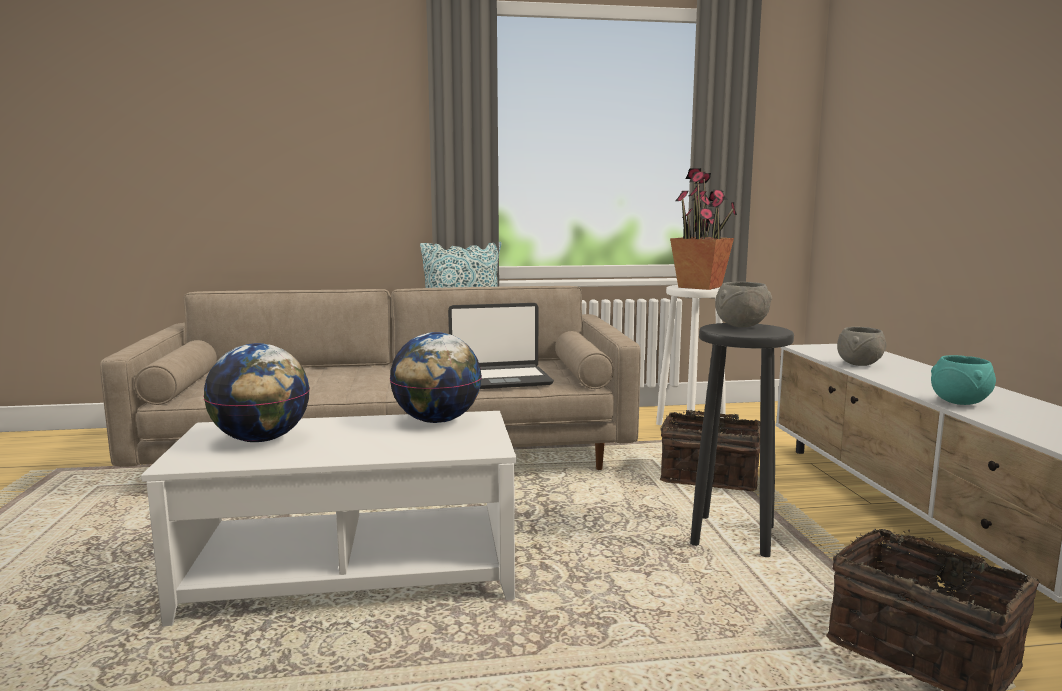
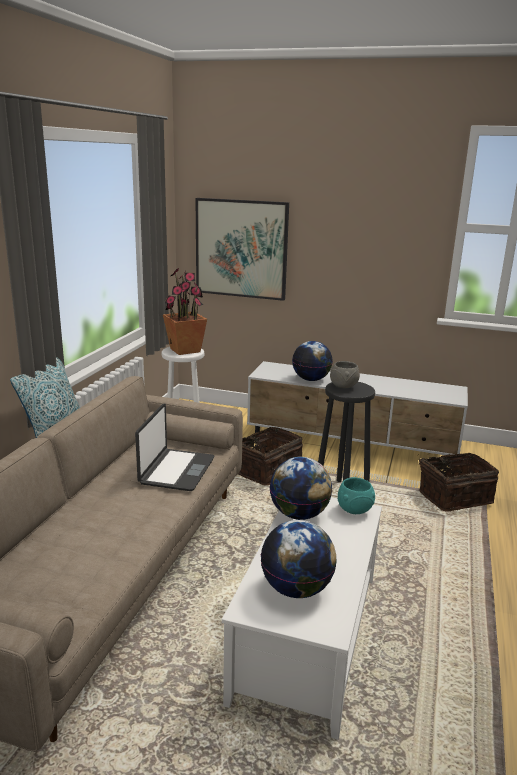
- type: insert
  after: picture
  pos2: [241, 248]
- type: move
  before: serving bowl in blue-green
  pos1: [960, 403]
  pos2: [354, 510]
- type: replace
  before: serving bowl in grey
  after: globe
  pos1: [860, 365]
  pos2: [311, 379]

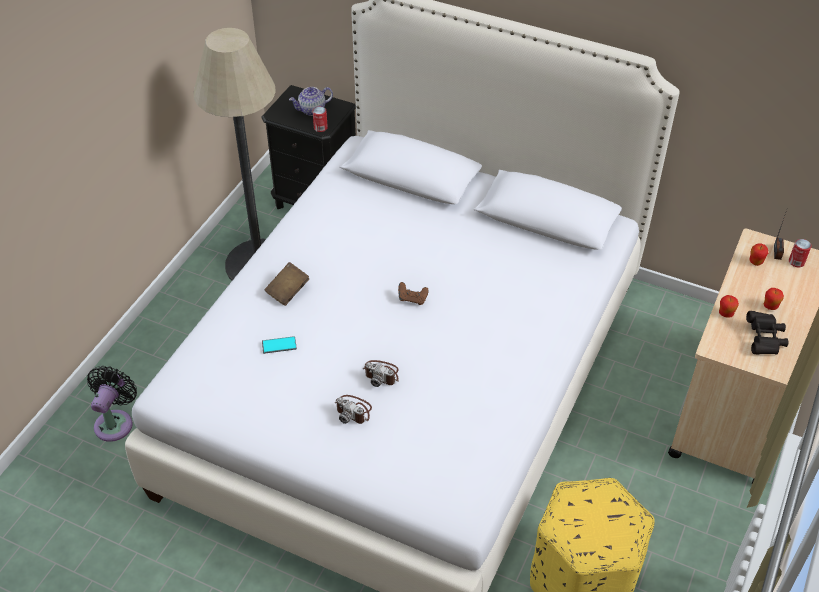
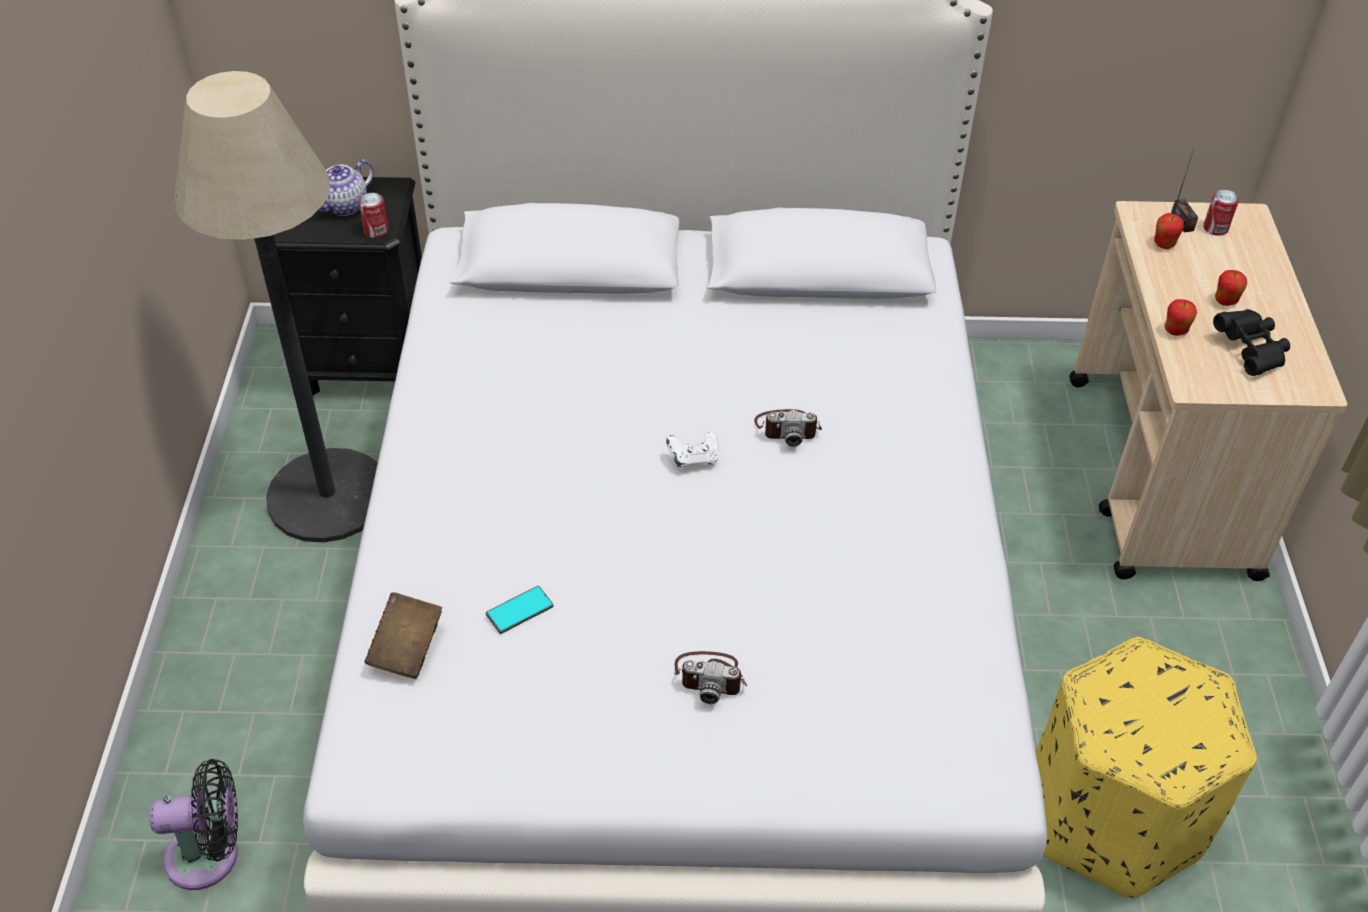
- type: move
  before: volume in brownish
  pos1: [288, 291]
  pos2: [407, 648]
- type: move
  before: still camera
  pos1: [382, 374]
  pos2: [787, 428]
- type: recolor
  before: gamepad in brownish
  after: gamepad in white-coloured
  pos1: [412, 299]
  pos2: [693, 459]
- type: rotate
  before: fan in black-coloured
  pos1: [115, 422]
  pos2: [210, 855]
  turn: 90

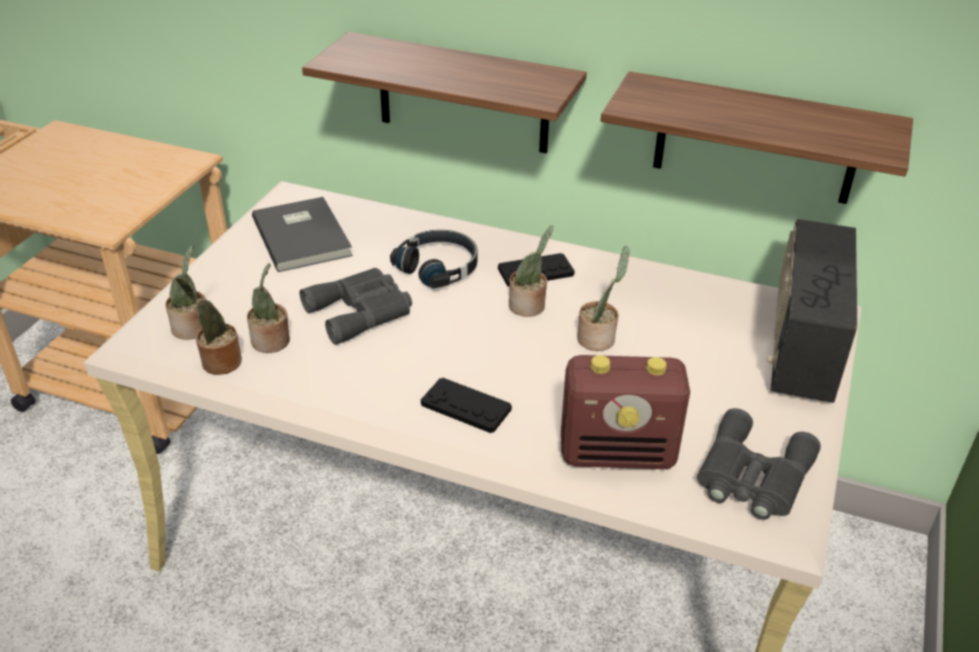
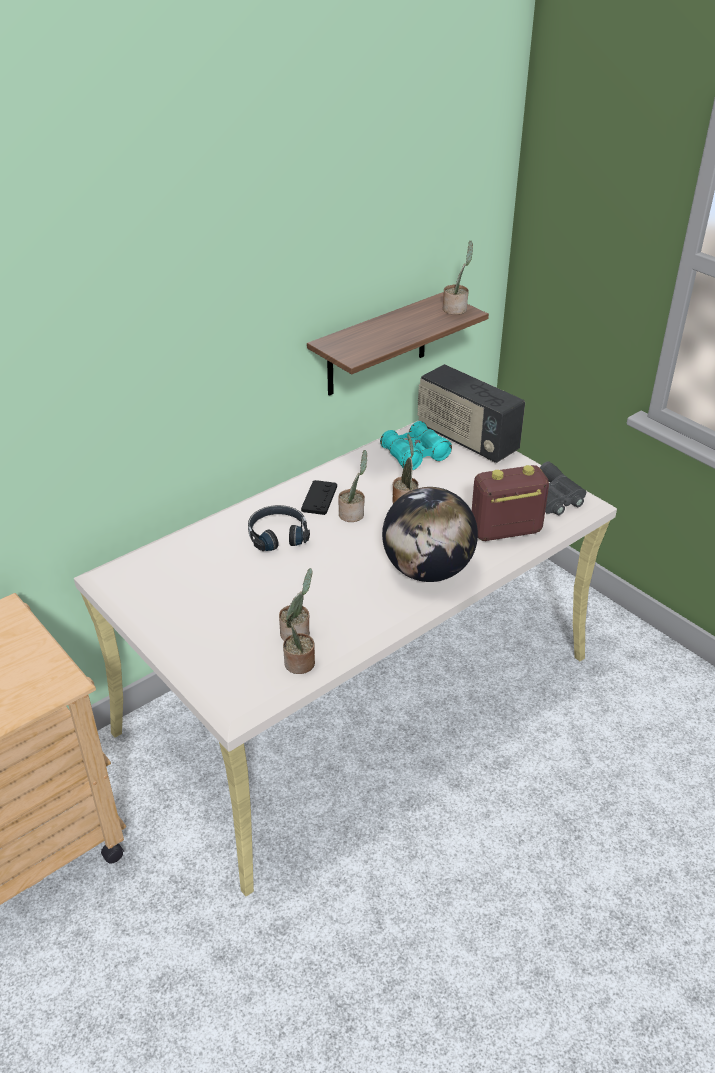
- type: delete
  before: volume in grey
  pos1: [304, 236]
- type: delete
  before: binoculars in grey
  pos1: [362, 311]
- type: delete
  before: bracket shelf
  pos1: [463, 94]
- type: insert
  after: binoculars in blue-green
  pos2: [415, 455]
- type: move
  before: plant in a pot
  pos1: [193, 329]
  pos2: [456, 309]
- type: replace
  before: gamepad in black-coloured
  after: globe
  pos1: [466, 406]
  pos2: [427, 571]
- type: rotate
  before: radio set
  pos1: [618, 454]
  pos2: [505, 531]
  turn: -135

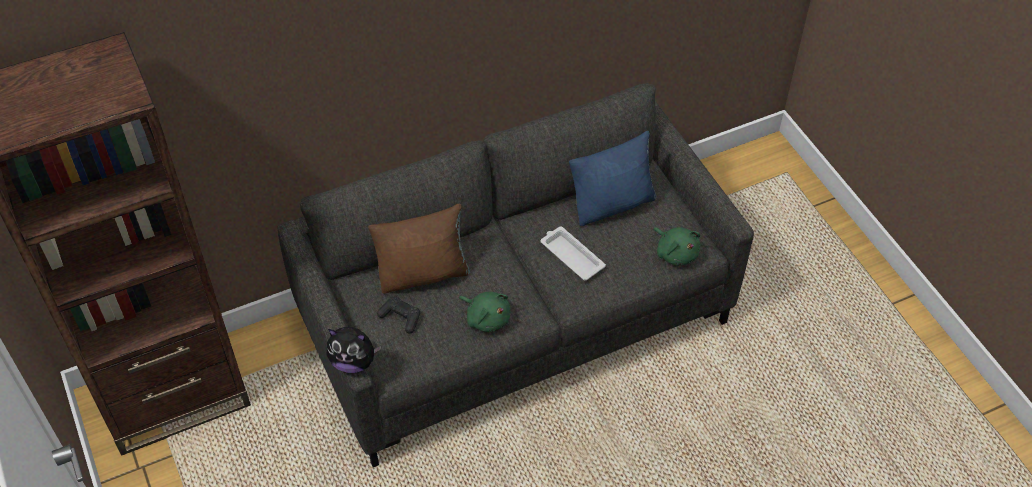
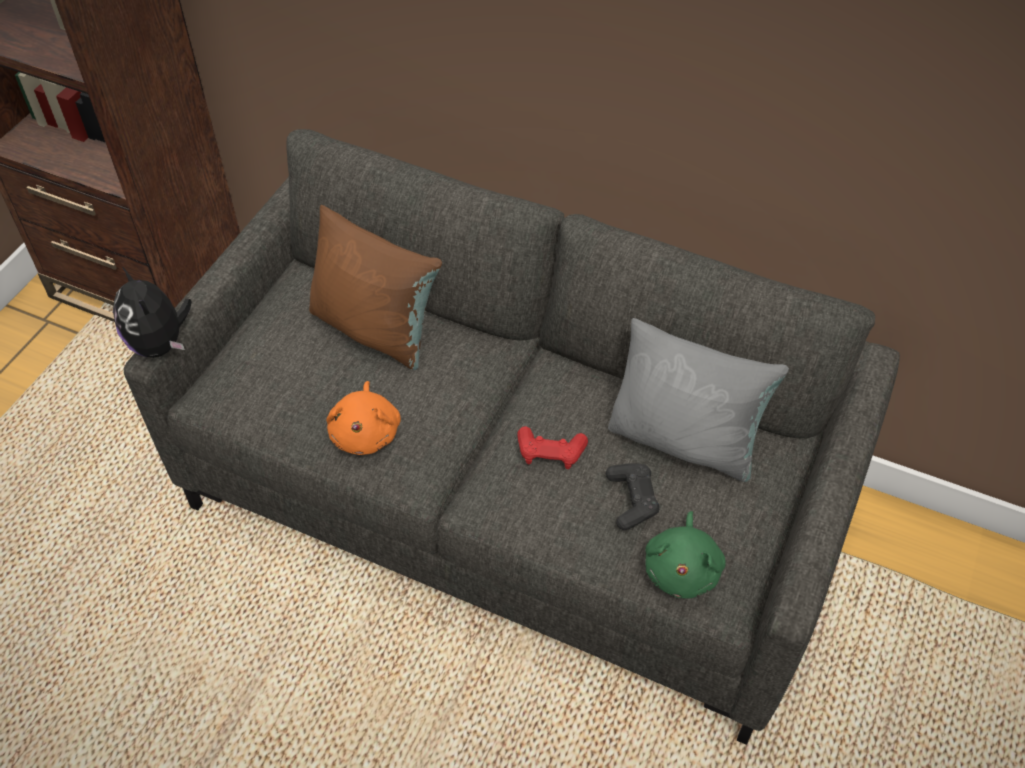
- type: move
  before: gamepad in black-coloured
  pos1: [401, 318]
  pos2: [632, 500]
- type: replace
  before: serving tray in white-coloured
  after: gamepad in reddish
  pos1: [571, 256]
  pos2: [550, 453]
- type: recolor
  before: plush toy in green
  after: plush toy in orange-coloured
  pos1: [486, 318]
  pos2: [366, 432]
- type: recolor
  before: throw pillow in bluish
  after: throw pillow in grey
  pos1: [613, 204]
  pos2: [684, 440]

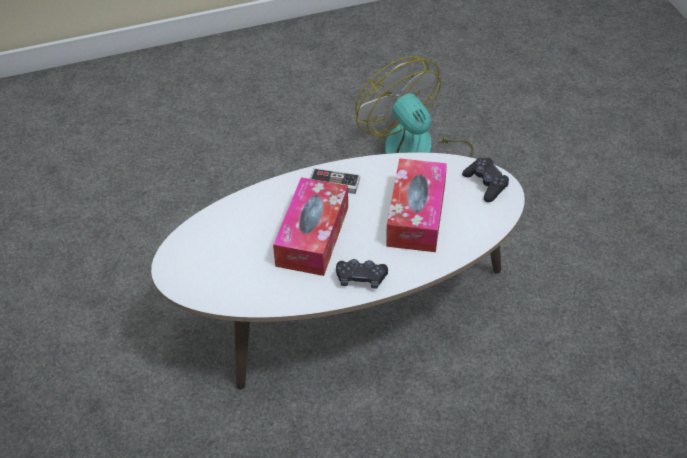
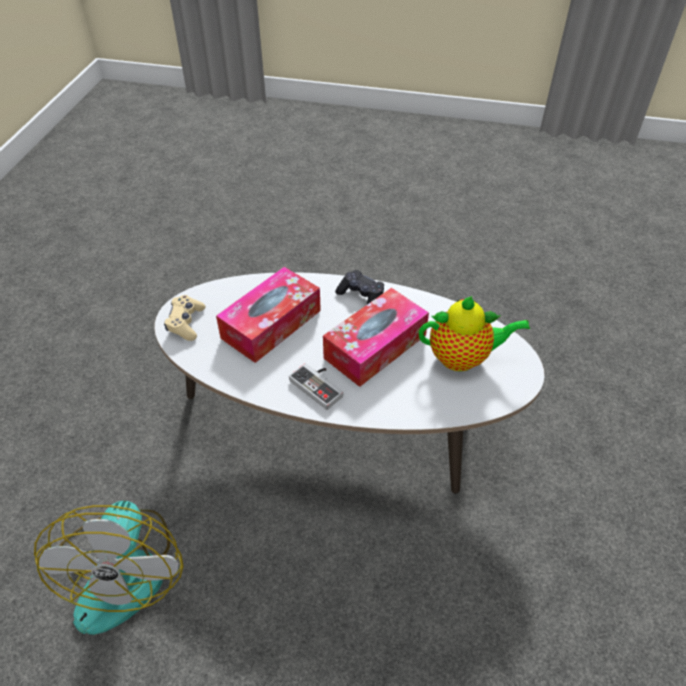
- type: insert
  after: teapot
  pos2: [463, 358]
- type: recolor
  before: gamepad in black-coloured
  after: gamepad in beige
  pos1: [486, 184]
  pos2: [186, 323]

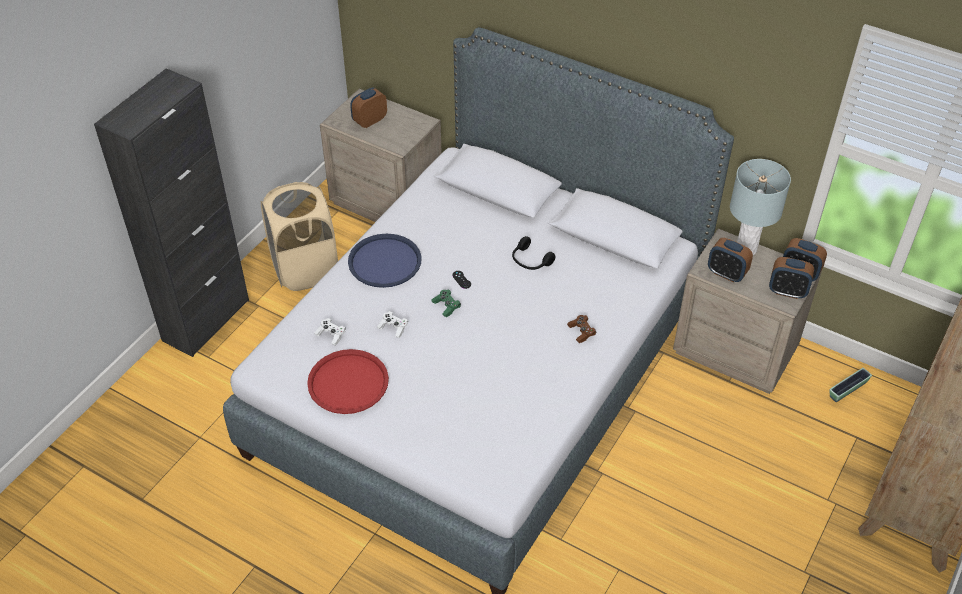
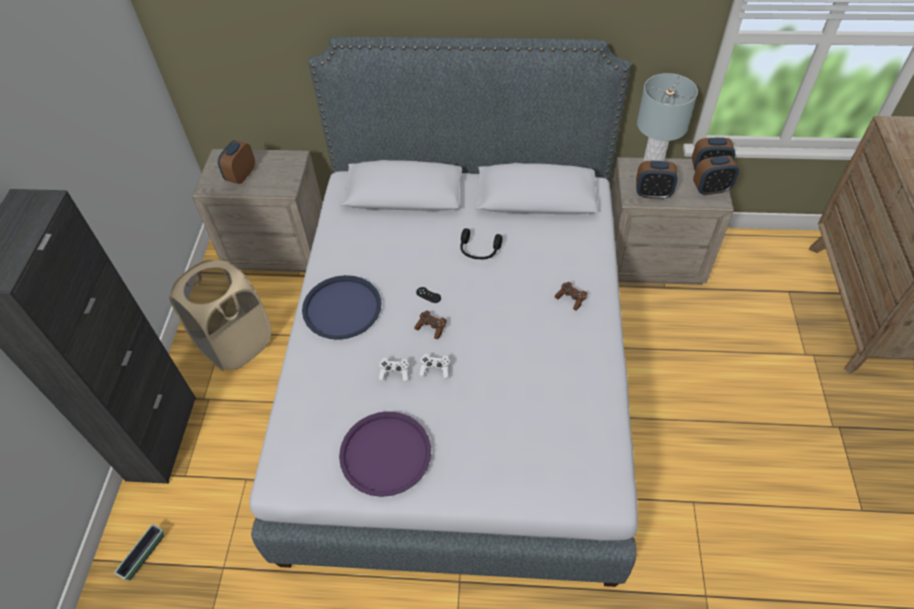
- type: move
  before: gamepad in white-coloured
  pos1: [331, 335]
  pos2: [435, 369]
- type: move
  before: plant pot
  pos1: [848, 389]
  pos2: [144, 555]
- type: recolor
  before: serving tray in reddish
  after: serving tray in purplish
  pos1: [348, 382]
  pos2: [385, 453]
- type: recolor
  before: gamepad in green
  after: gamepad in brownish
  pos1: [446, 306]
  pos2: [431, 328]

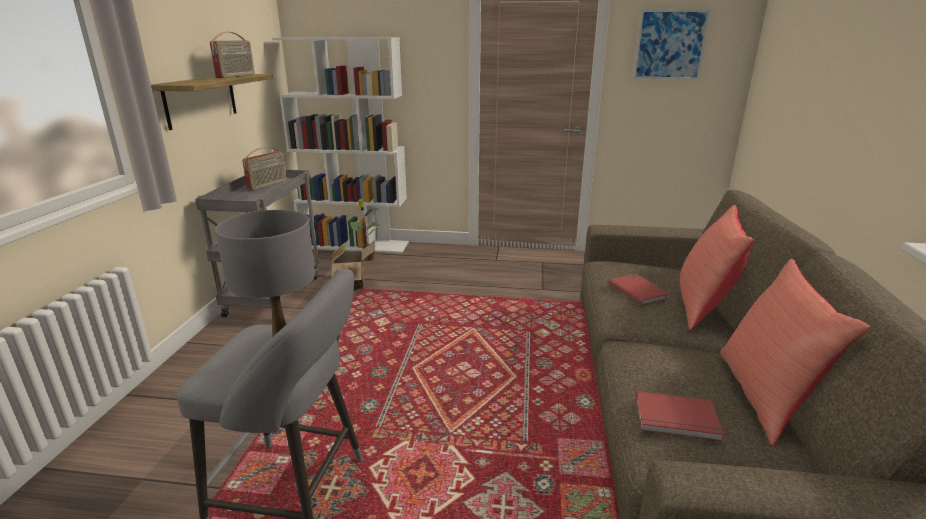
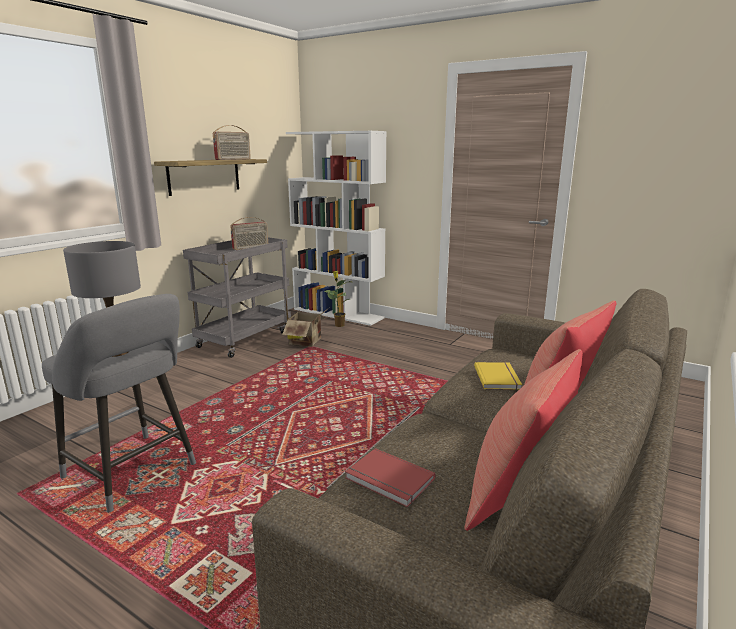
- type: delete
  before: picture
  pos1: [670, 45]
- type: recolor
  before: volume in reddish
  after: volume in yellow-coloured
  pos1: [639, 290]
  pos2: [498, 377]

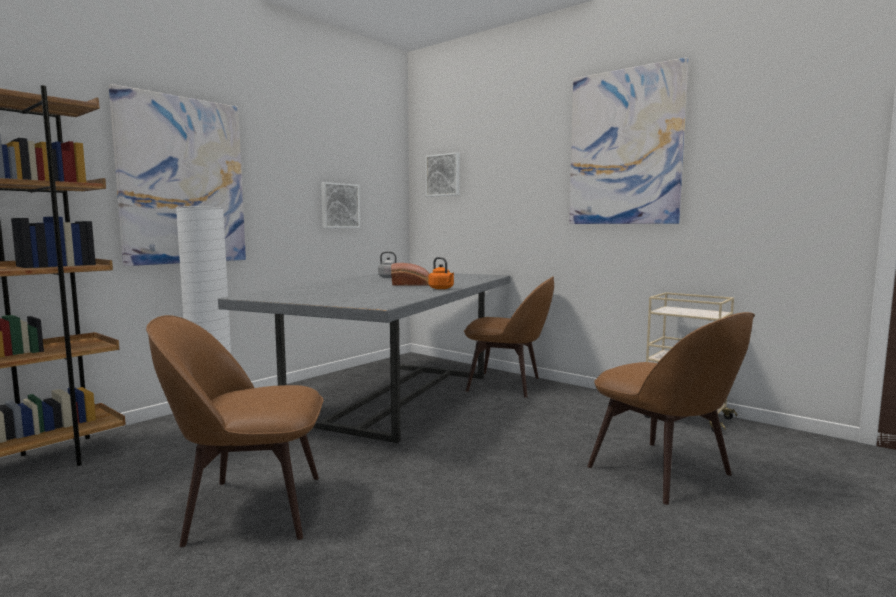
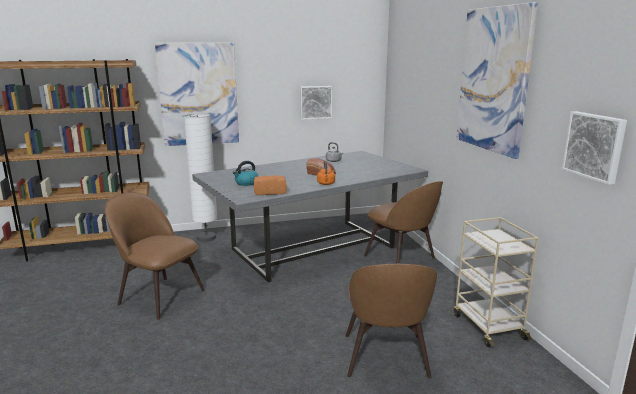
- type: insert
  after: tea kettle
  pos2: [246, 183]
- type: insert
  after: baked bread
  pos2: [269, 192]
- type: move
  before: picture
  pos1: [443, 175]
  pos2: [594, 146]

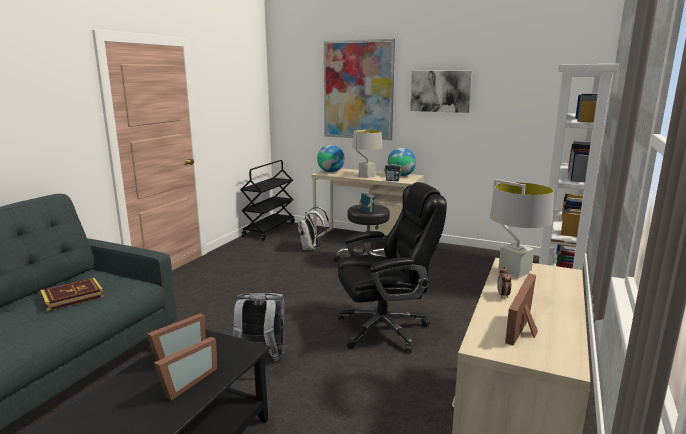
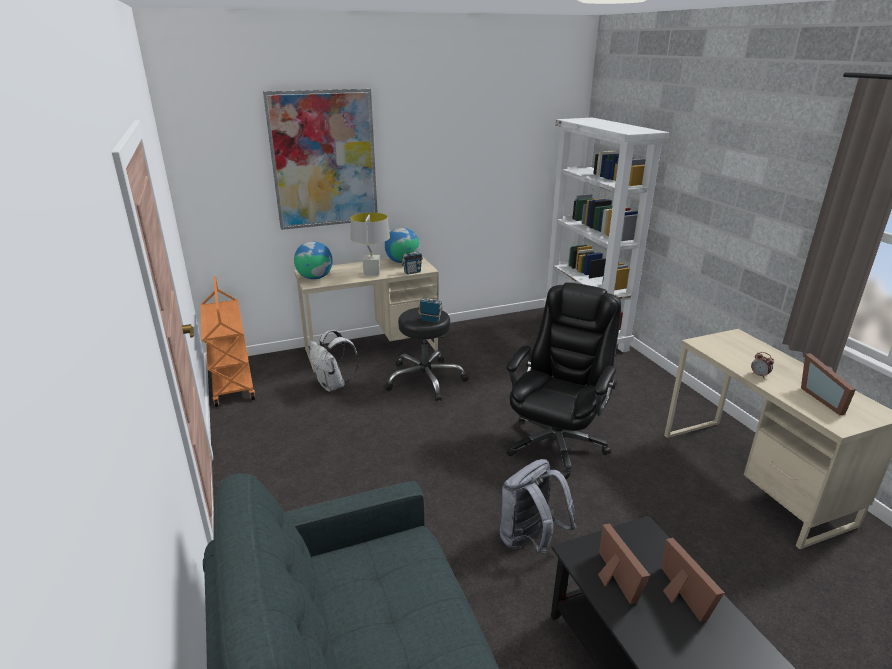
- type: delete
  before: volume
  pos1: [72, 297]
- type: delete
  before: picture
  pos1: [440, 91]
- type: delete
  before: tabletop lamp in grey
  pos1: [514, 272]
- type: recolor
  before: cart in black-coloured
  after: cart in orange-coloured
  pos1: [269, 230]
  pos2: [232, 381]

